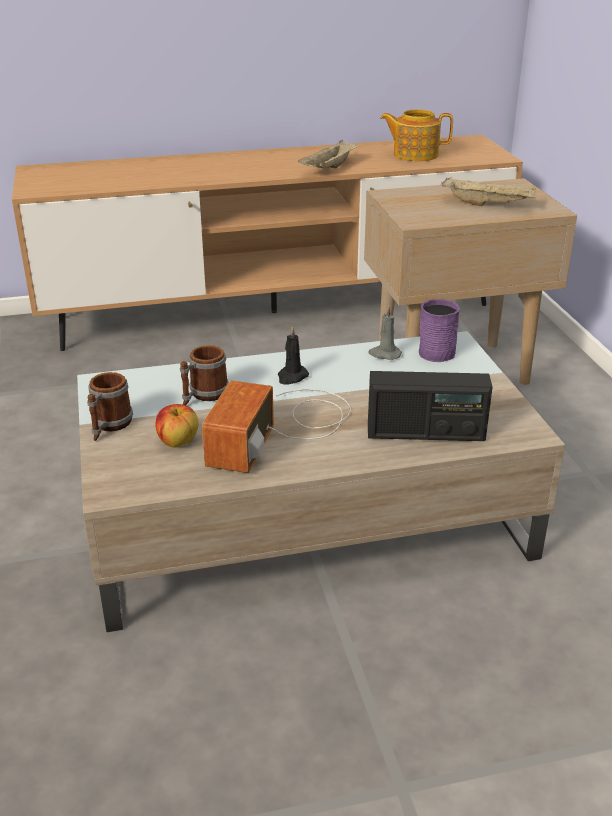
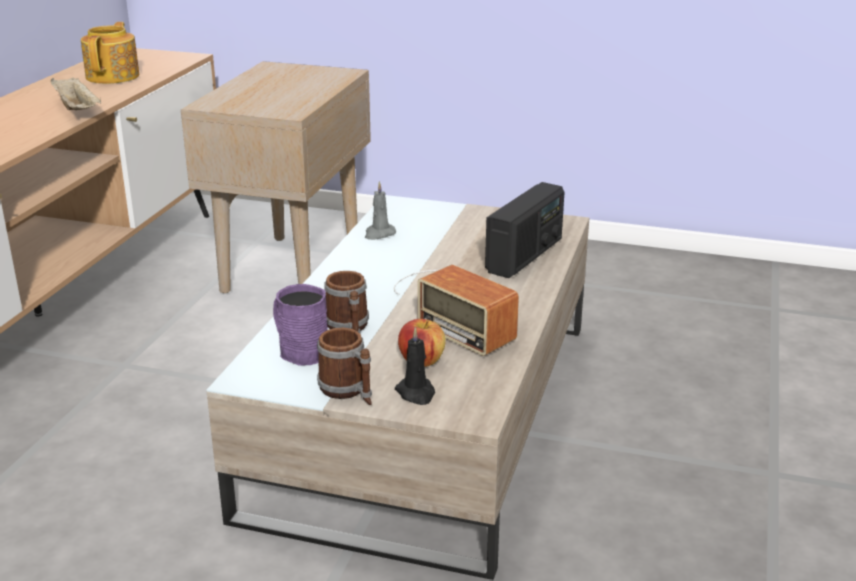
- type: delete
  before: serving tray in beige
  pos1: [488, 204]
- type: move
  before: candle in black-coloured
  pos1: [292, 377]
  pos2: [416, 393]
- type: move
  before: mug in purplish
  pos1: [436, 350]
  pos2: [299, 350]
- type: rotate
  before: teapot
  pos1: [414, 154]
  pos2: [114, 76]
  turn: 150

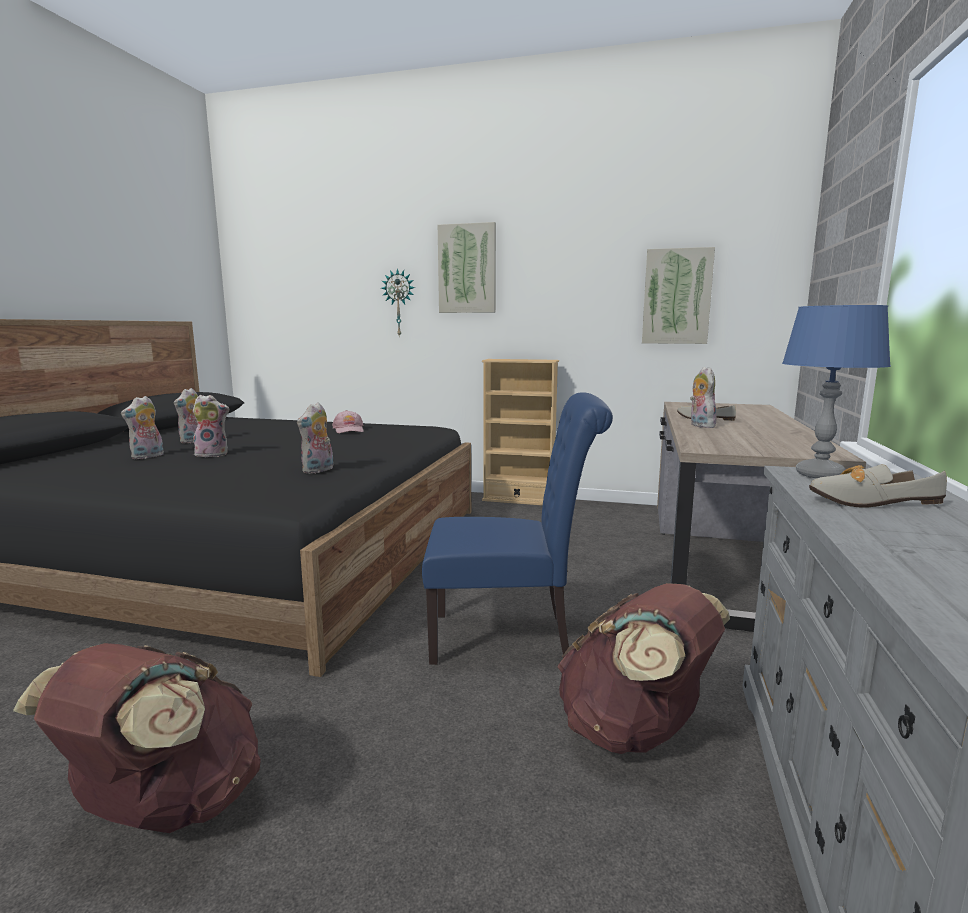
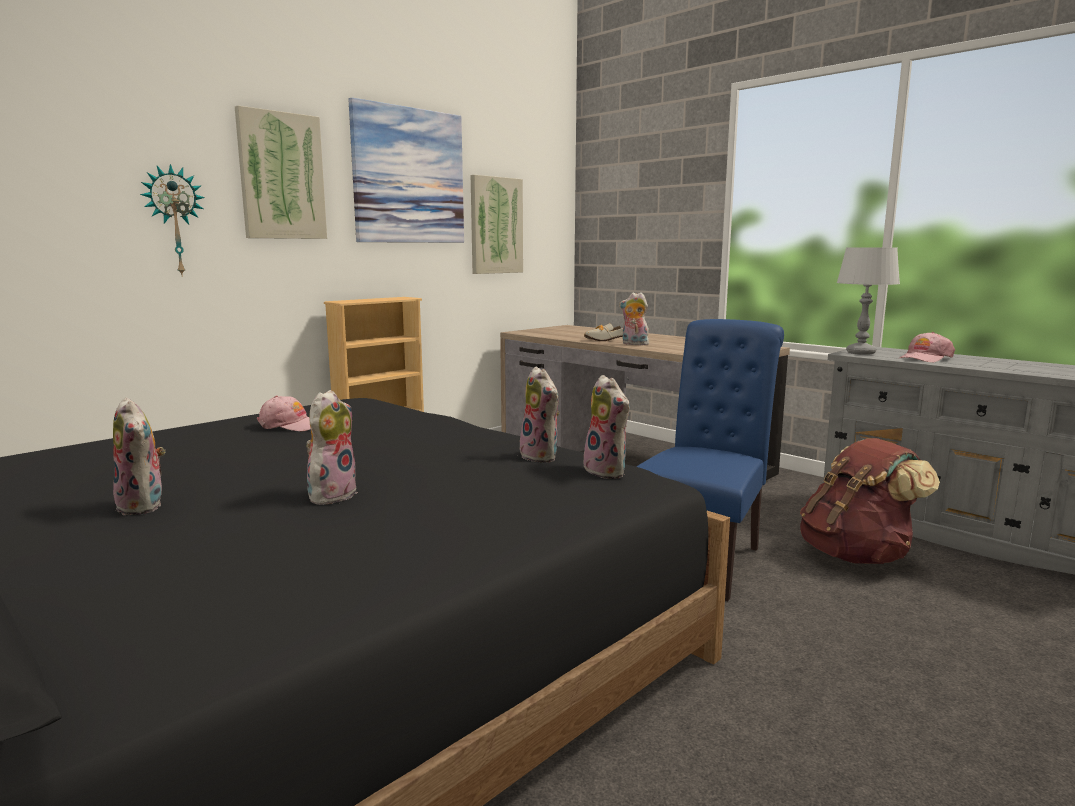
- type: delete
  before: backpack in brownish
  pos1: [166, 807]
- type: insert
  after: picture
  pos2: [409, 176]
- type: move
  before: plush toy
  pos1: [148, 457]
  pos2: [608, 472]
- type: replace
  before: shoe
  after: peaked cap in pink-coloured
  pos1: [862, 501]
  pos2: [925, 358]
- type: recolor
  before: tabletop lamp in bluish
  after: tabletop lamp in grey
  pos1: [819, 474]
  pos2: [860, 352]

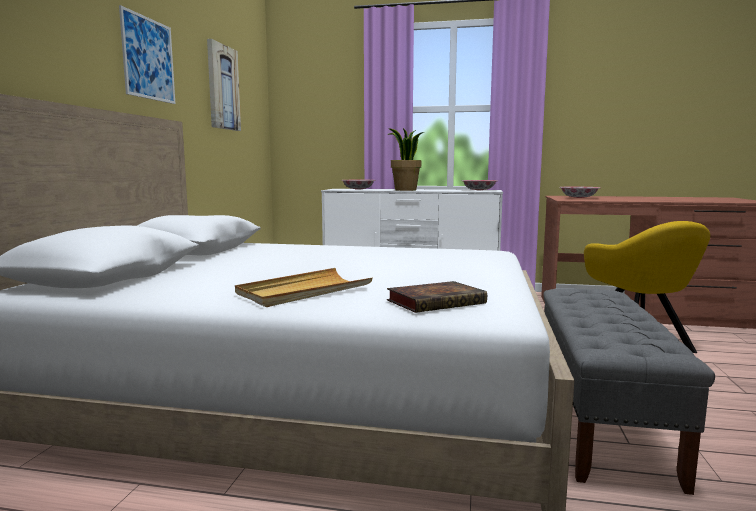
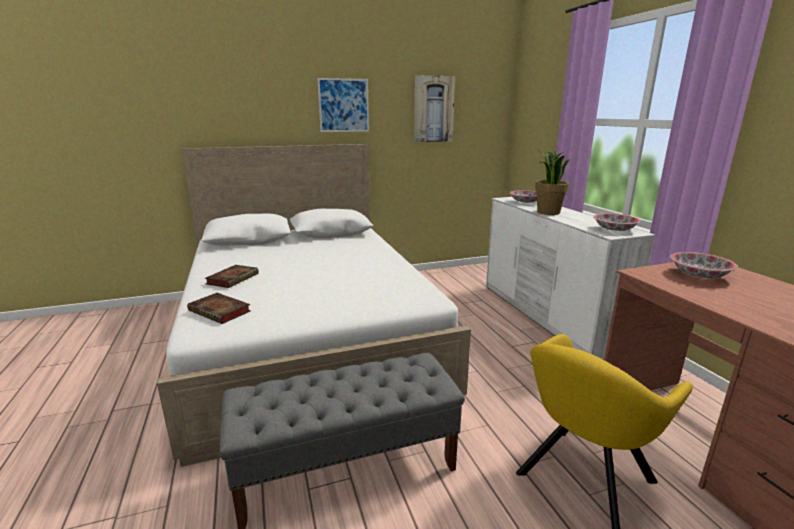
- type: replace
  before: serving tray in beige
  after: volume
  pos1: [304, 291]
  pos2: [233, 278]

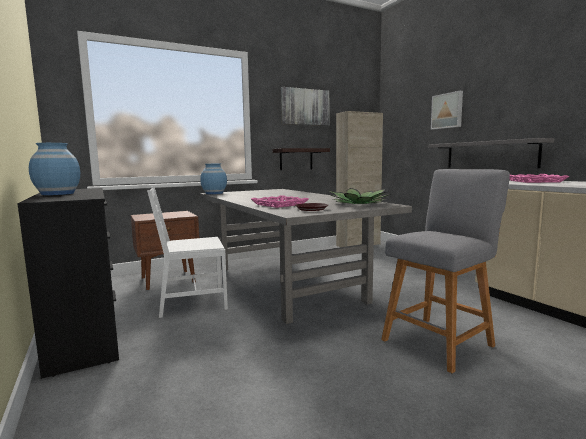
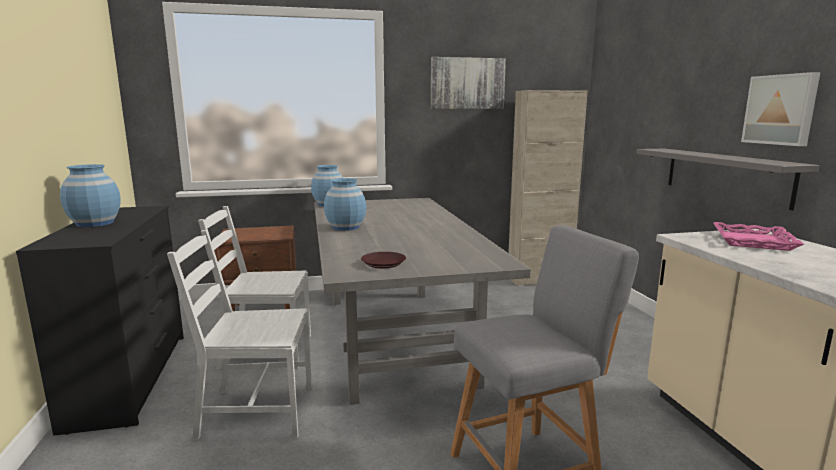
- type: delete
  before: serving tray in pink-coloured
  pos1: [279, 204]
- type: delete
  before: bracket shelf
  pos1: [296, 159]
- type: delete
  before: plant in a pot
  pos1: [358, 204]
- type: insert
  after: chair in white-coloured
  pos2: [255, 412]
- type: insert
  after: decorative vase in bluish
  pos2: [346, 227]
- type: move
  before: picture
  pos1: [447, 111]
  pos2: [781, 109]

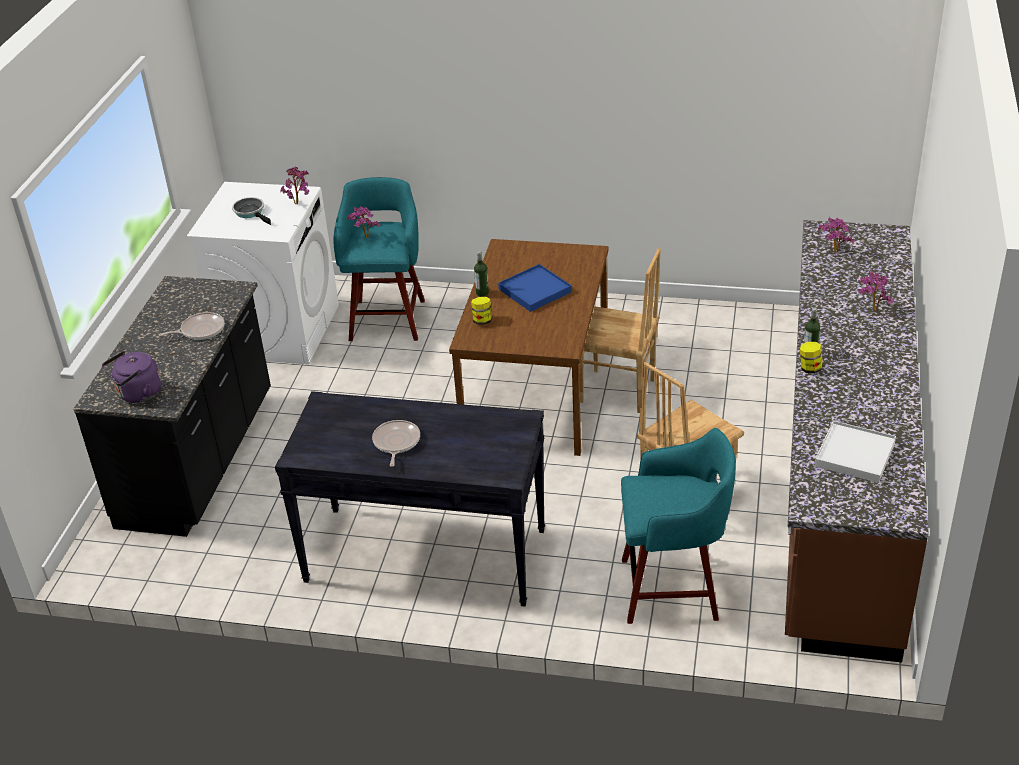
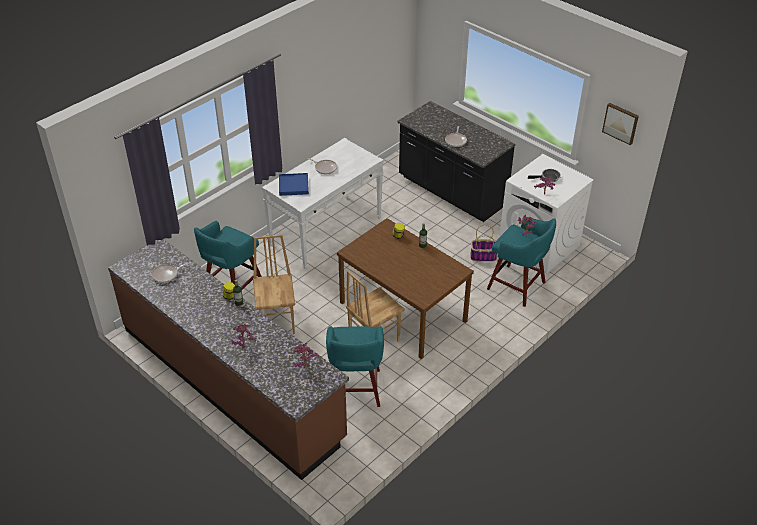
- type: delete
  before: tea kettle in purplish
  pos1: [137, 394]
- type: insert
  after: stool in blue-green
  pos2: [355, 390]
- type: insert
  after: basket
  pos2: [483, 256]
- type: insert
  after: picture
  pos2: [621, 123]
- type: move
  before: serving tray in bluish
  pos1: [534, 290]
  pos2: [293, 185]
- type: replace
  before: serving tray in white-coloured
  after: frying pan
  pos1: [854, 454]
  pos2: [166, 275]
- type: recolor
  before: hall table in black-coloured
  after: hall table in white-coloured
  pos1: [424, 556]
  pos2: [326, 231]

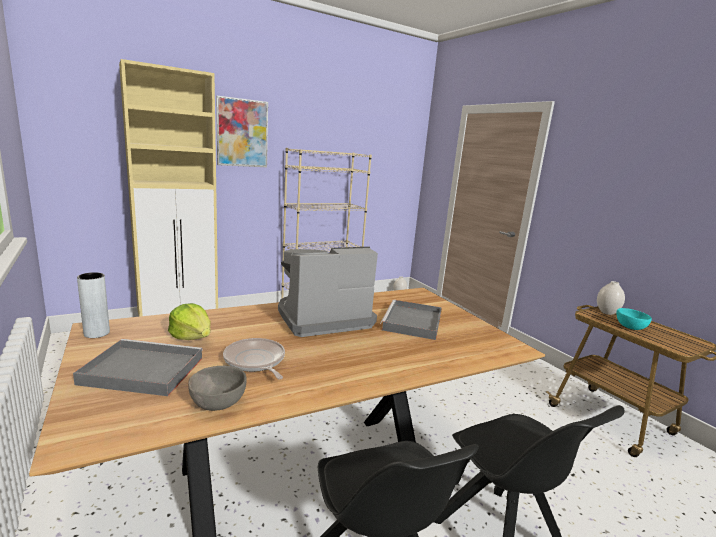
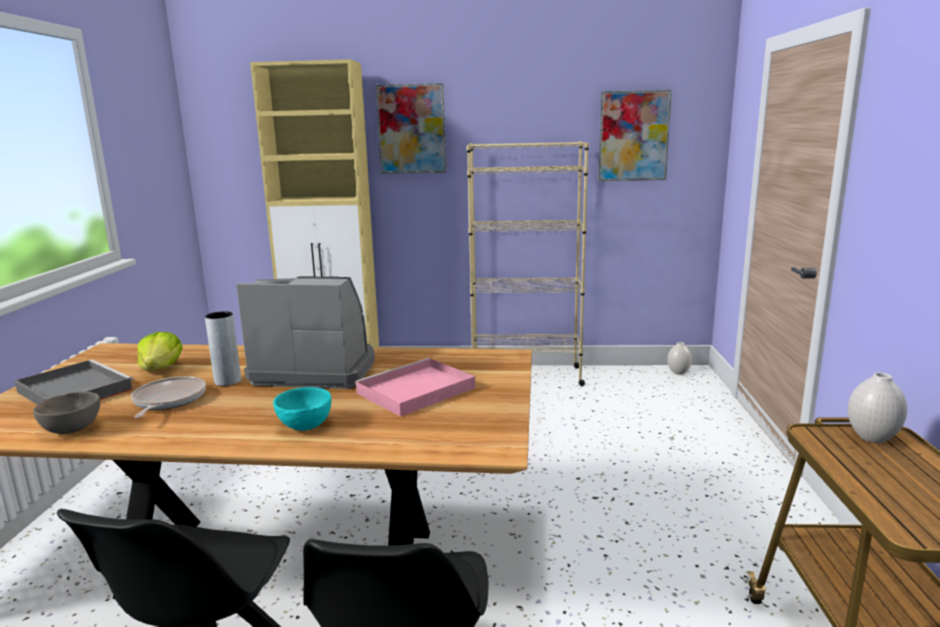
- type: insert
  after: picture
  pos2: [633, 136]
- type: move
  before: decorative vase in grey
  pos1: [96, 333]
  pos2: [227, 381]
- type: move
  before: serving bowl in blue-green
  pos1: [630, 328]
  pos2: [304, 426]
- type: recolor
  before: serving tray in grey
  after: serving tray in pink-coloured
  pos1: [412, 323]
  pos2: [414, 391]

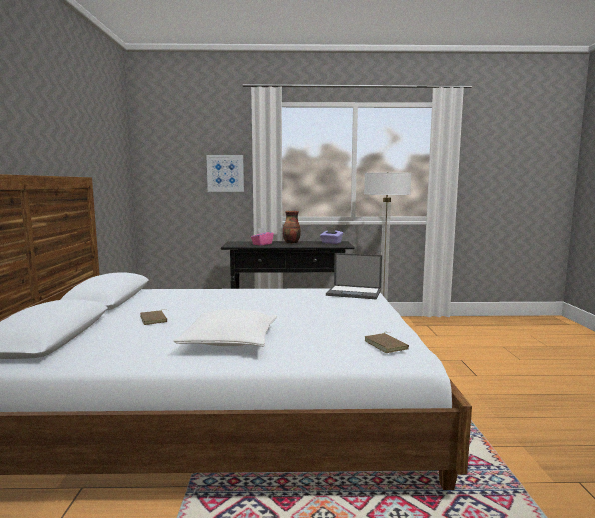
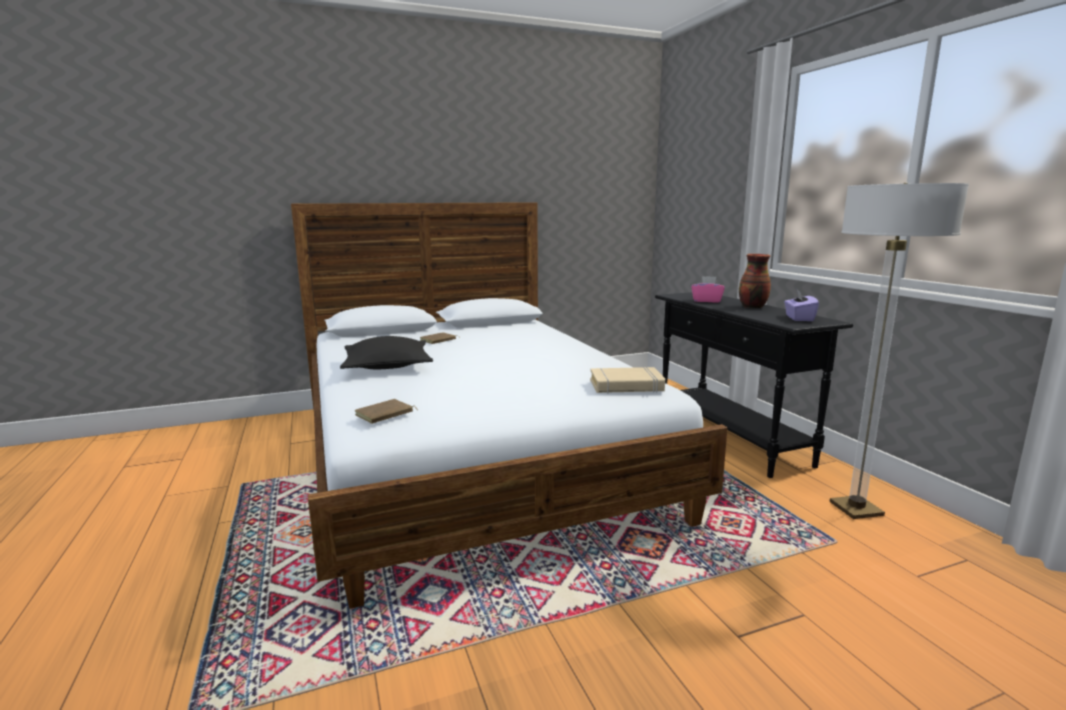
- type: delete
  before: picture
  pos1: [225, 173]
- type: replace
  before: laptop
  after: volume in beige
  pos1: [355, 292]
  pos2: [626, 386]
- type: recolor
  before: throw pillow in white-coloured
  after: throw pillow in black-coloured
  pos1: [230, 341]
  pos2: [387, 366]

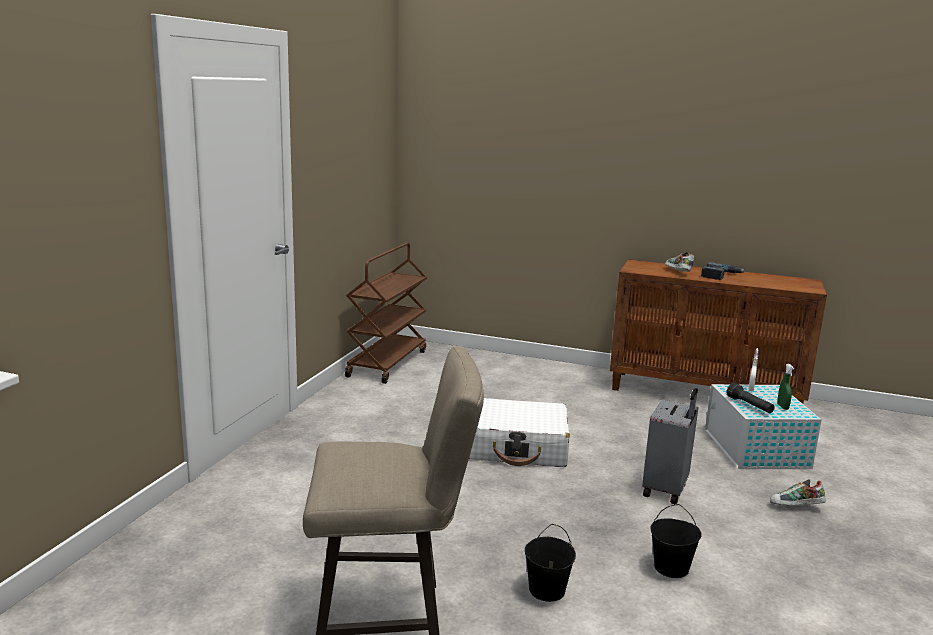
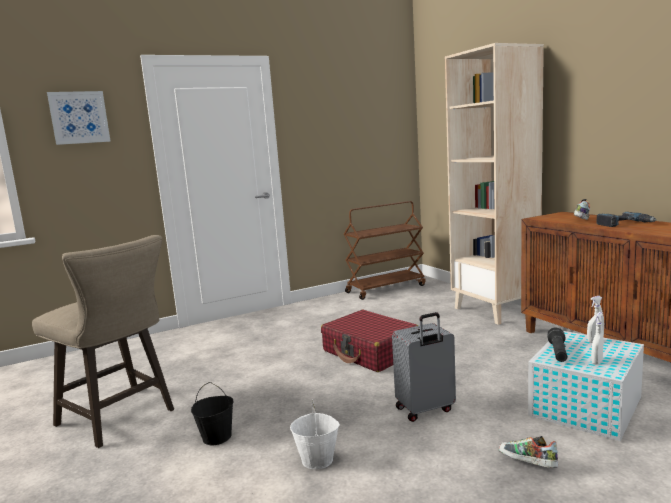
- type: insert
  after: picture
  pos2: [79, 117]
- type: insert
  after: bookcase in beige
  pos2: [495, 310]
- type: recolor
  before: piece of luggage in white-coloured
  after: piece of luggage in reddish
  pos1: [517, 447]
  pos2: [370, 352]
- type: recolor
  before: water bucket in black-coloured
  after: water bucket in white-coloured
  pos1: [671, 567]
  pos2: [318, 460]
- type: recolor
  before: spray bottle in green
  after: spray bottle in white-coloured
  pos1: [782, 407]
  pos2: [597, 361]

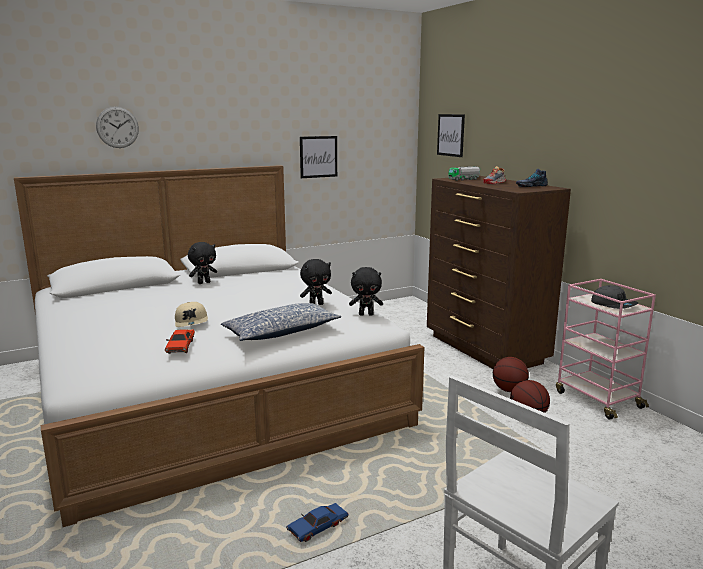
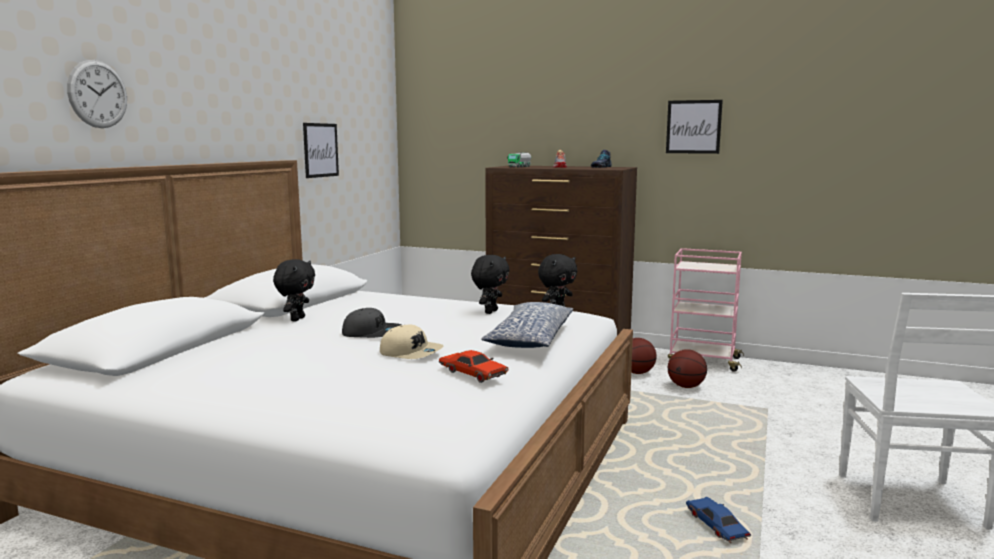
- type: move
  before: picture
  pos1: [450, 135]
  pos2: [693, 127]
- type: move
  before: peaked cap in grey
  pos1: [613, 304]
  pos2: [371, 333]
- type: rotate
  before: model car in bluish
  pos1: [318, 527]
  pos2: [716, 526]
  turn: 150

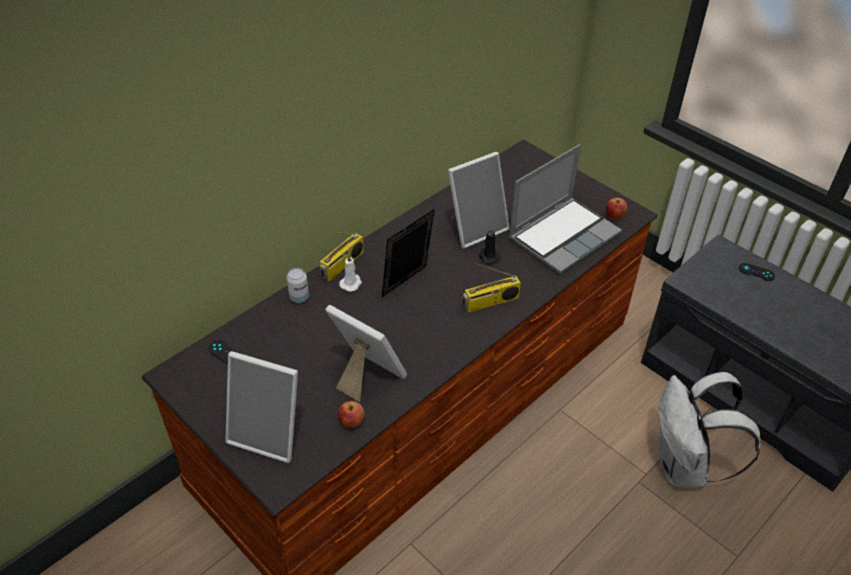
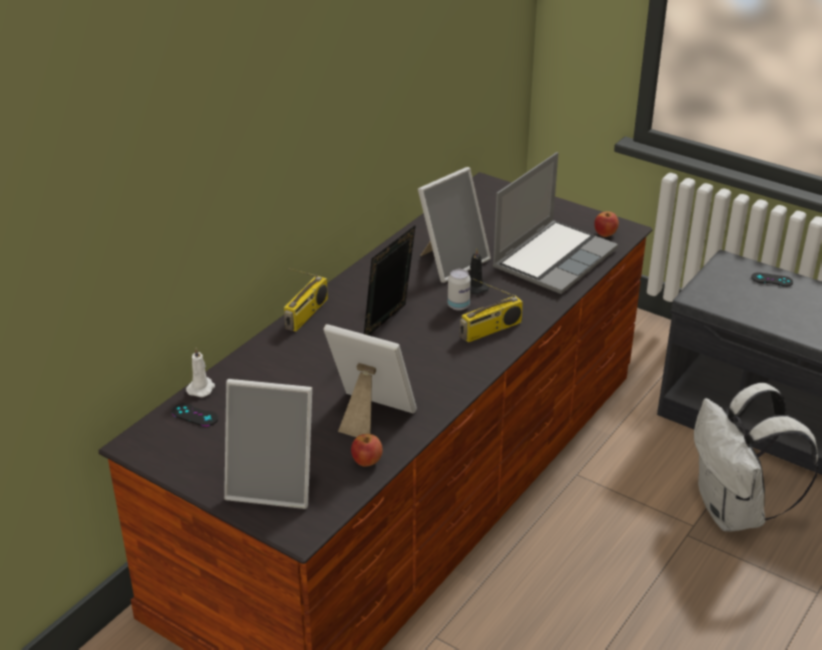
- type: move
  before: metal can
  pos1: [299, 297]
  pos2: [458, 306]
- type: move
  before: candle in white-coloured
  pos1: [351, 283]
  pos2: [201, 388]

